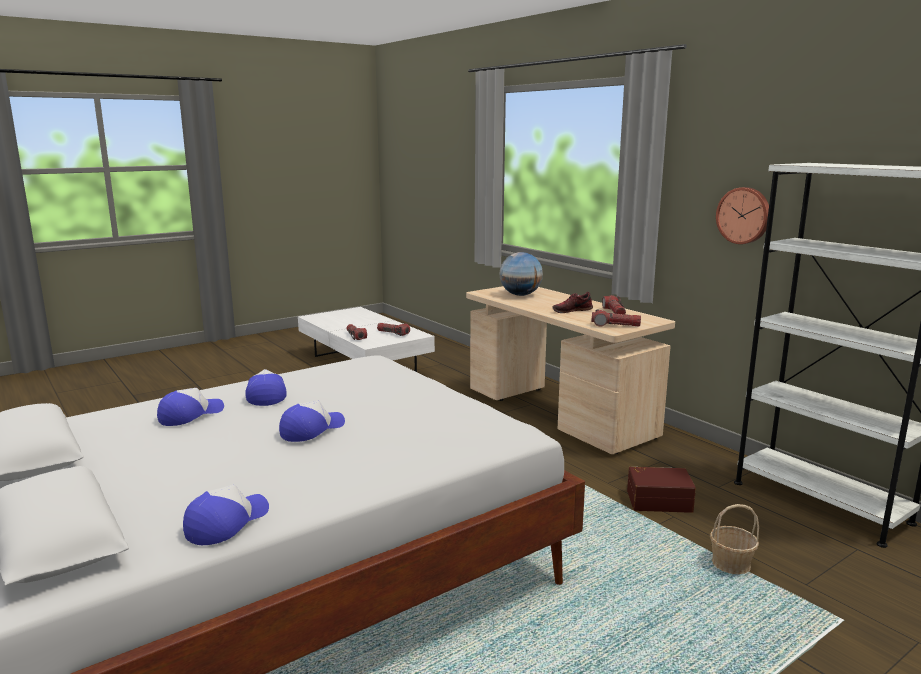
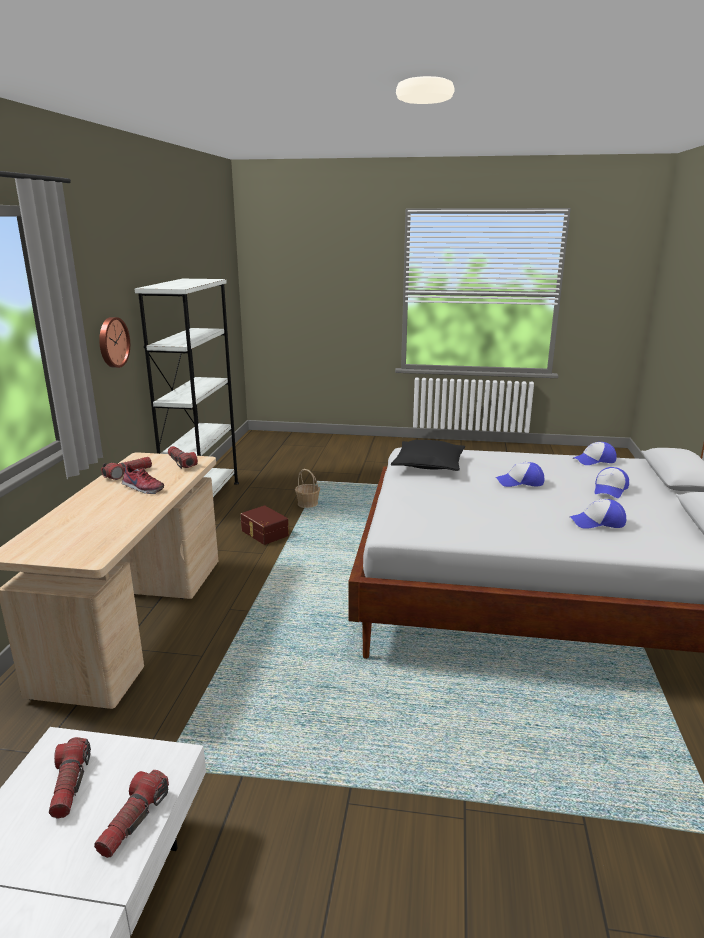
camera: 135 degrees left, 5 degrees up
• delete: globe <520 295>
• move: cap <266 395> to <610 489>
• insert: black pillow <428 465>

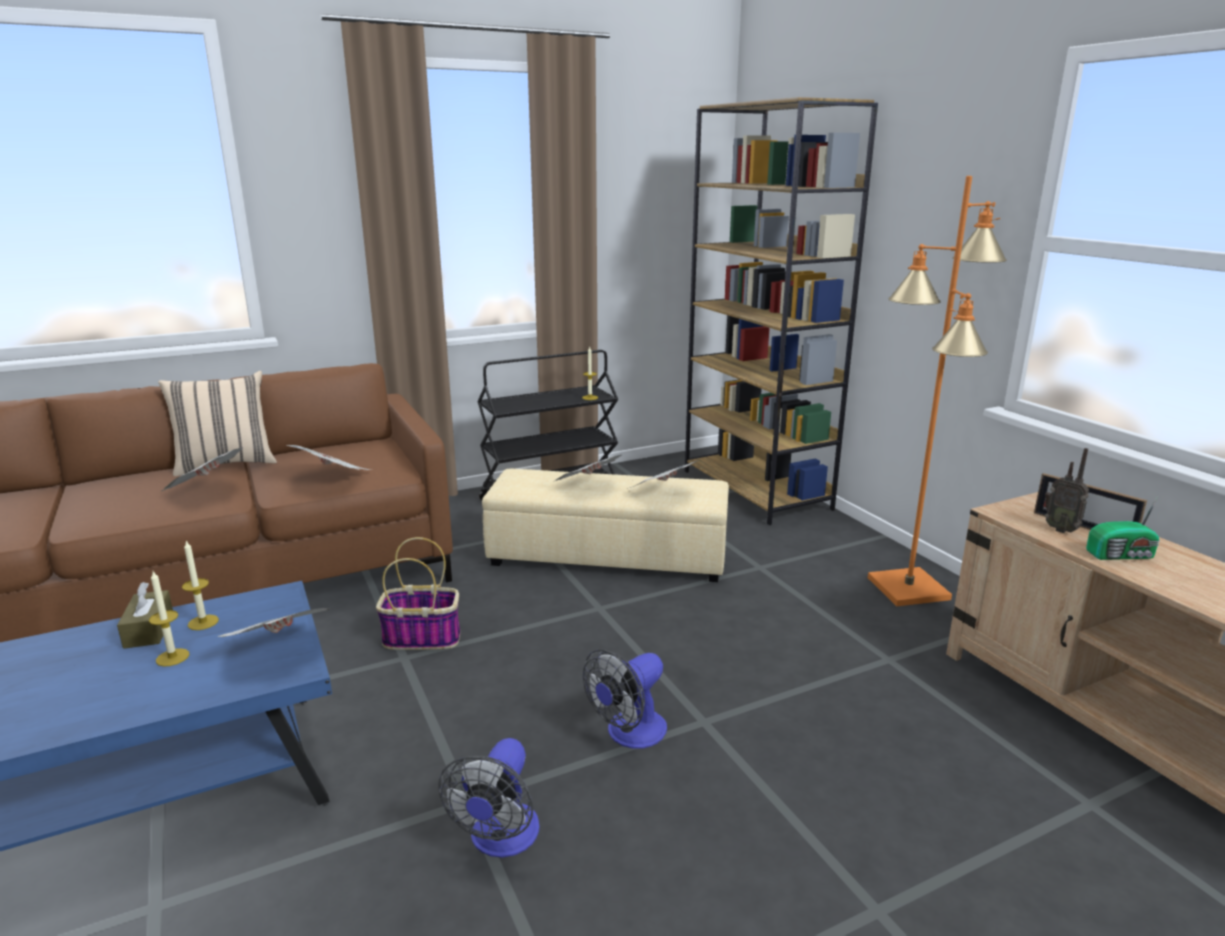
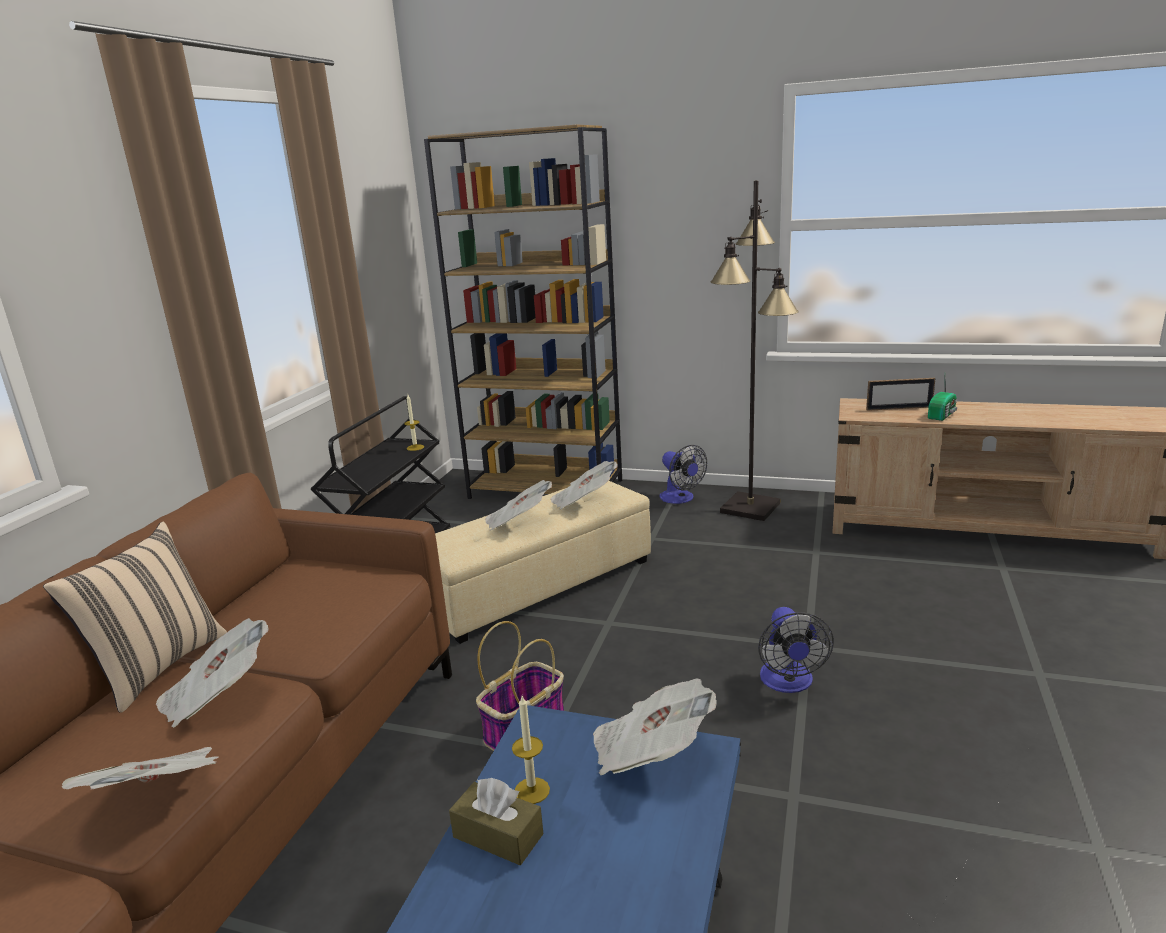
camera: 45 degrees left, 0 degrees up
• recolor: orange floor lamp <909 589> to black floor lamp <751 507>
• move: newspaper <332 477> to <160 796>
• delete: radio <1060 529>
• delete: candle <172 657>
• move: fan <500 840> to <680 499>

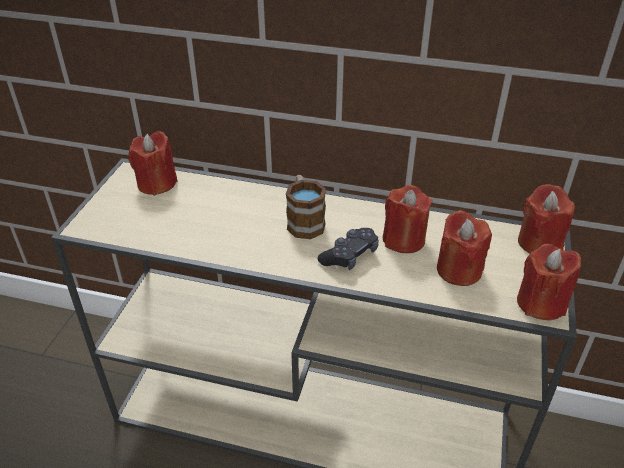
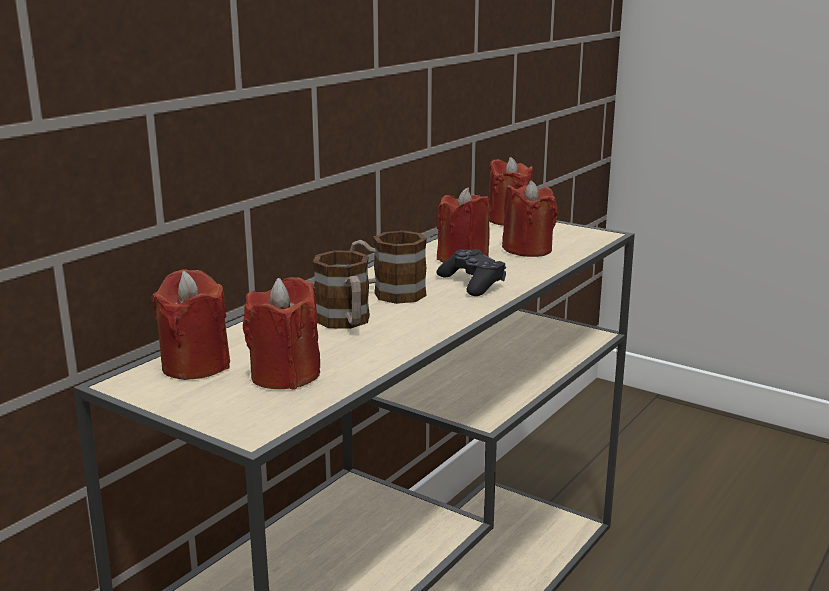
camera: 70 degrees left, 20 degrees down
• move: red candle <541 303> to <285 375>
• insert: mug <346 323>

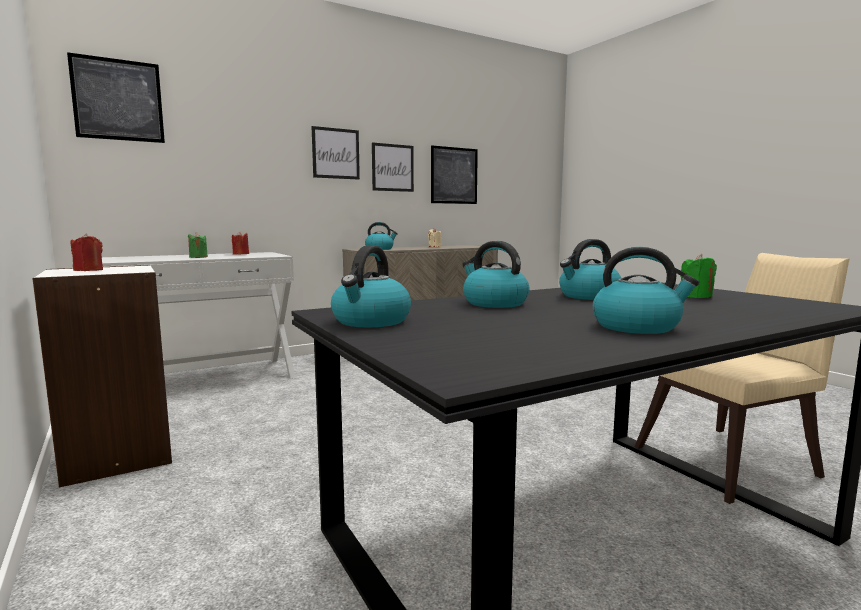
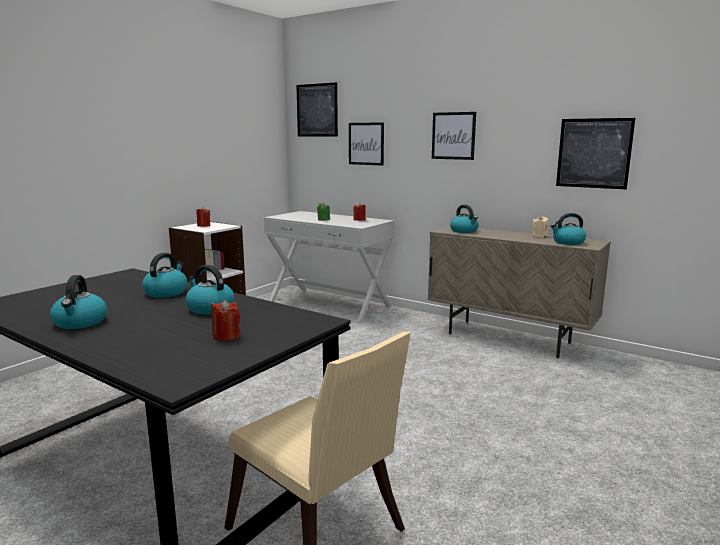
camera: 65 degrees right, 5 degrees up
• move: picture <392 167> to <366 143>
• move: kettle <371 321> to <568 242>
• recolor: green candle <696 296> to red candle <226 336>

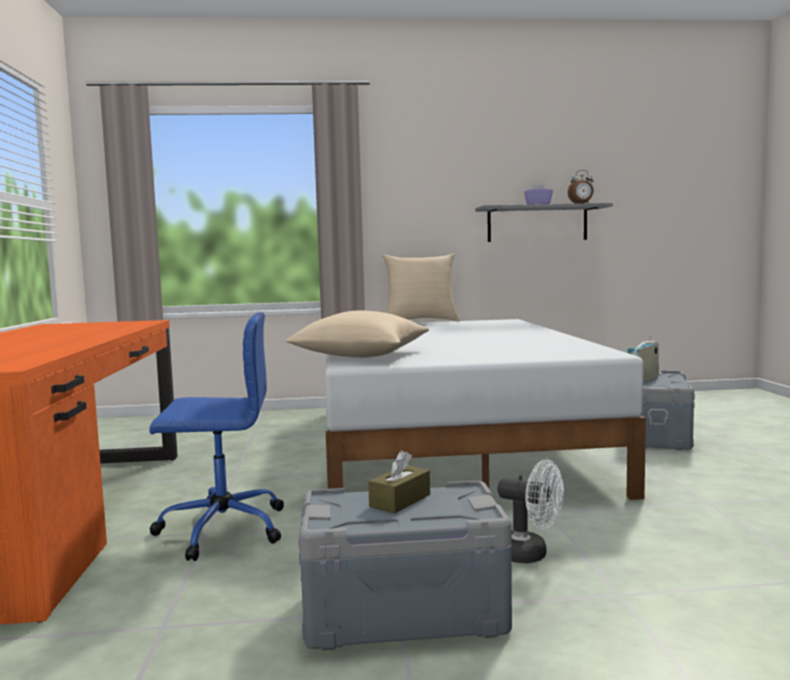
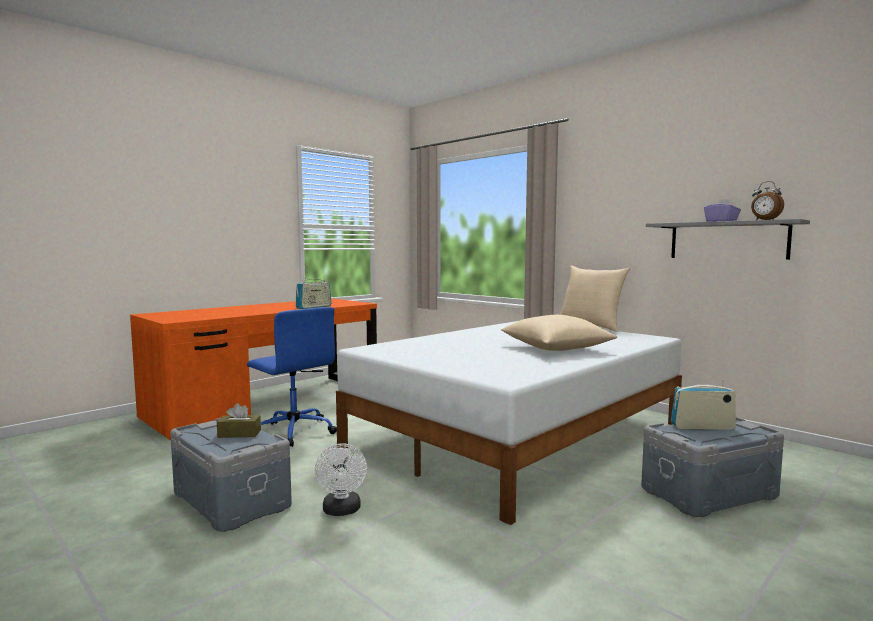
camera: 50 degrees right, 0 degrees up
• move: beige pillow <361 356> to <556 348>
• insert: radio <314 307>

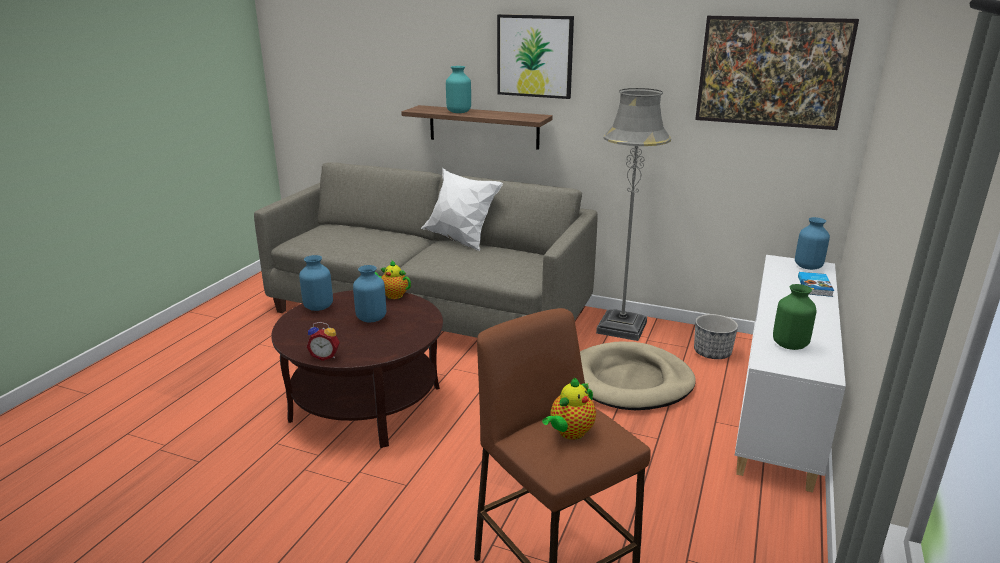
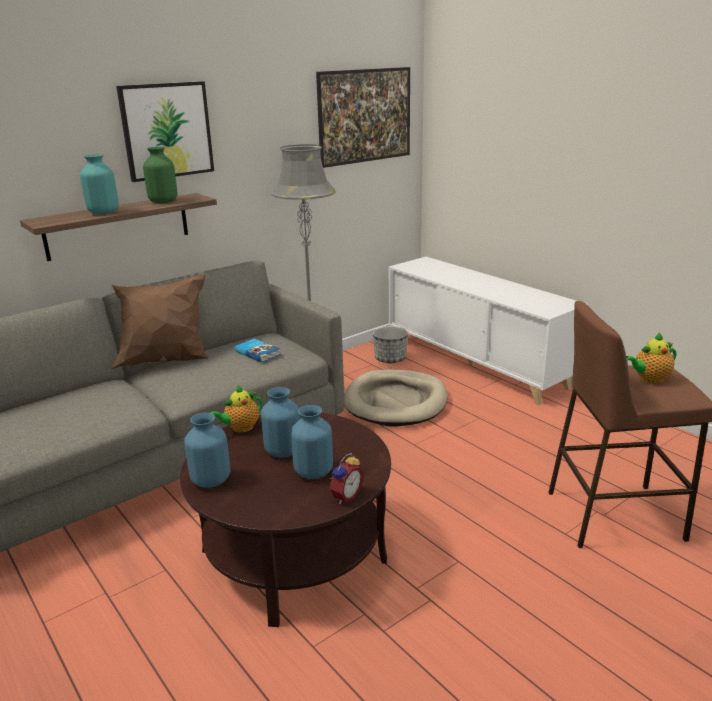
camera: 60 degrees left, 0 degrees up
• recolor: white pillow <460 241> to brown pillow <166 361>
• move: blue vase <808 267> to <314 472>
• move: book <815 286> to <258 352>
• move: green vase <790 344> to <163 201>
• rotate: teapot <570 433> = <649 379> 90 degrees clockwise

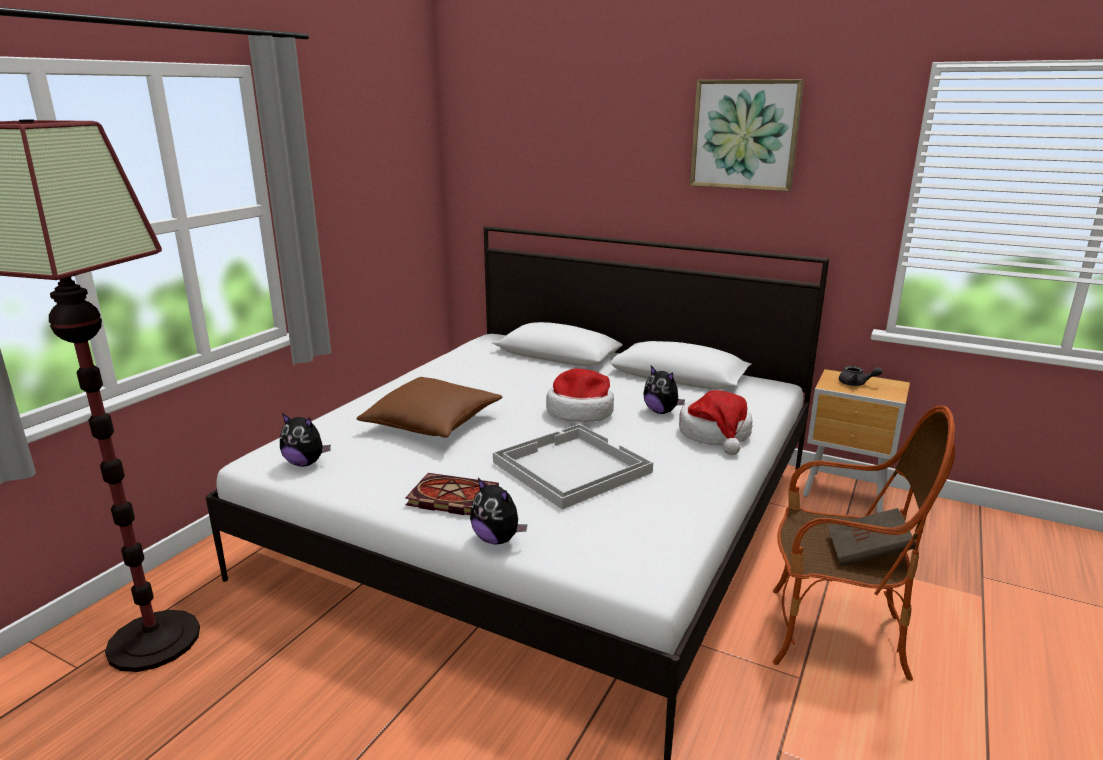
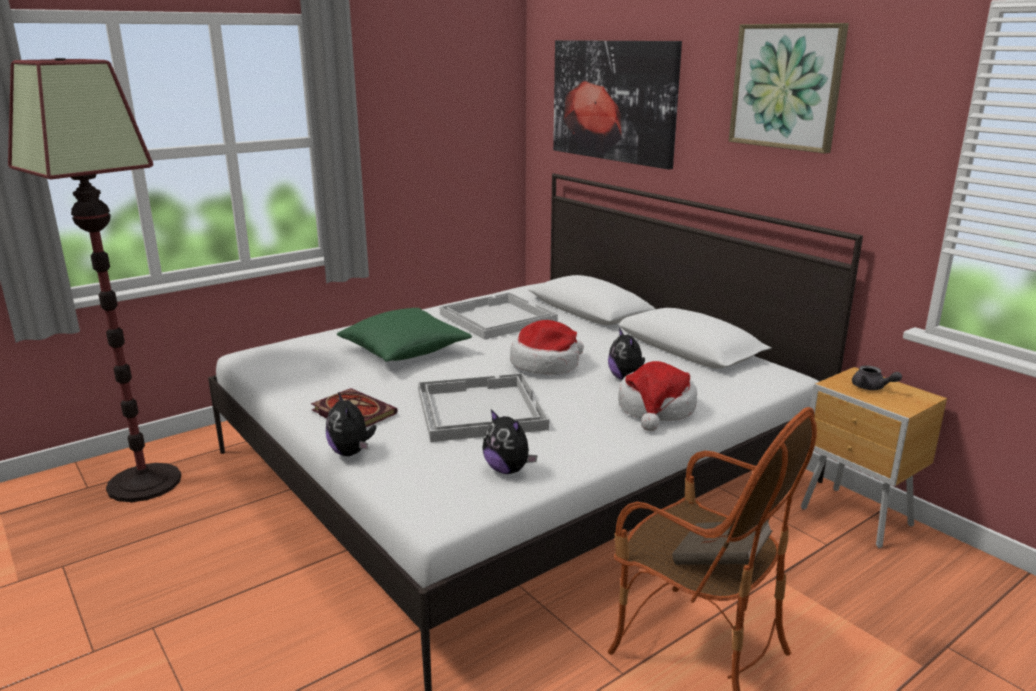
camera: 25 degrees right, 0 degrees up
• recolor: brown pillow <432 423> to green pillow <404 351>
• move: plush toy <305 463> to <508 470>
• insert: picture <613 101>
• insert: white tray <496 318>

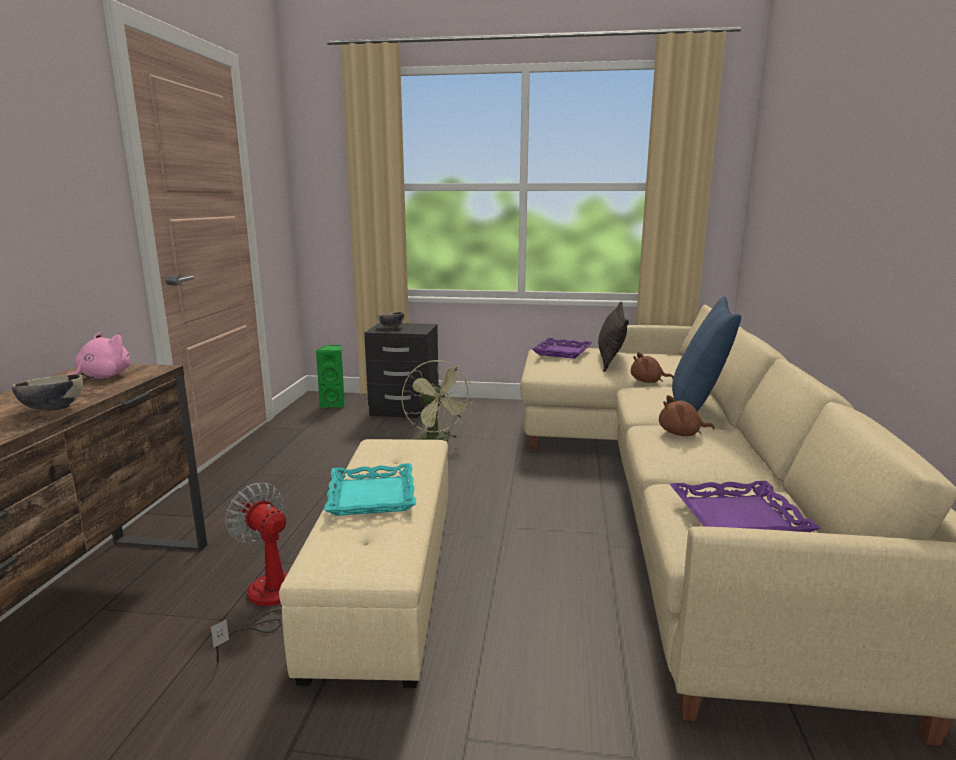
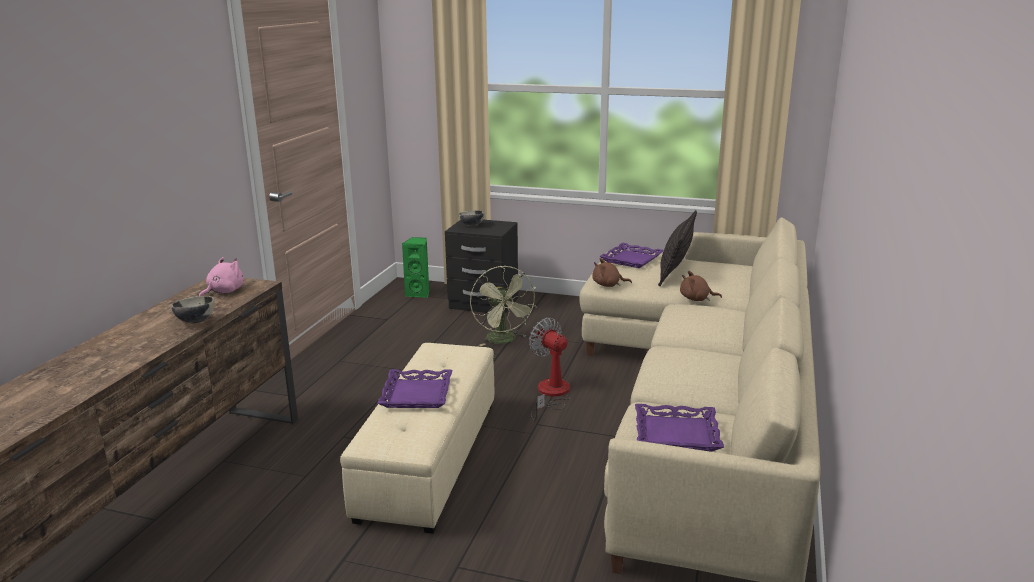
camera: 10 degrees right, 5 degrees up
• delete: blue pillow <696 407>
• move: brown plush toy <682 434> to <608 285>
• recolor: turquoise tray <371 496> to purple tray <416 394>
• move: fan <265 602> to <551 394>

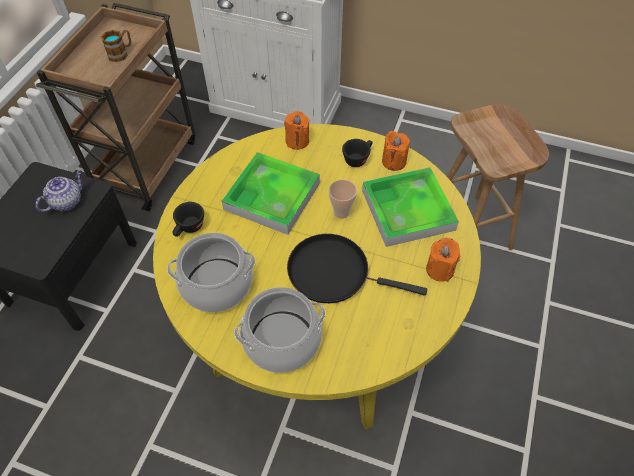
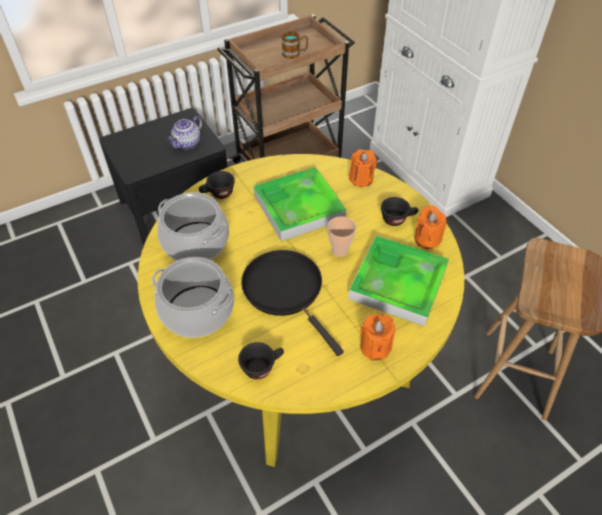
camera: 40 degrees right, 5 degrees down
• rotate: teapot <67 201> = <187 144> 135 degrees clockwise
• insert: black cup <262 366>

